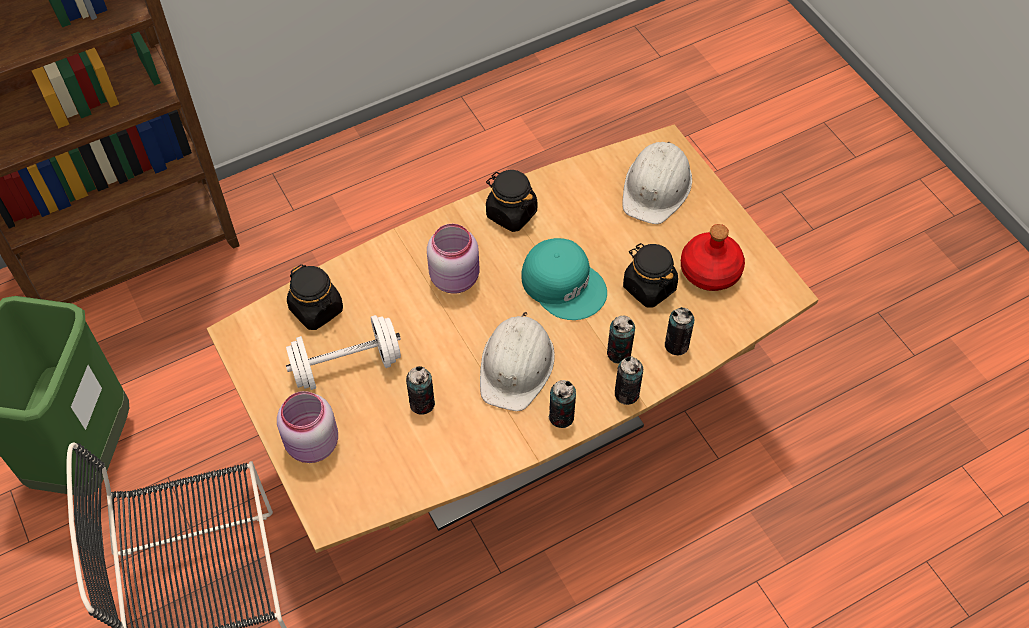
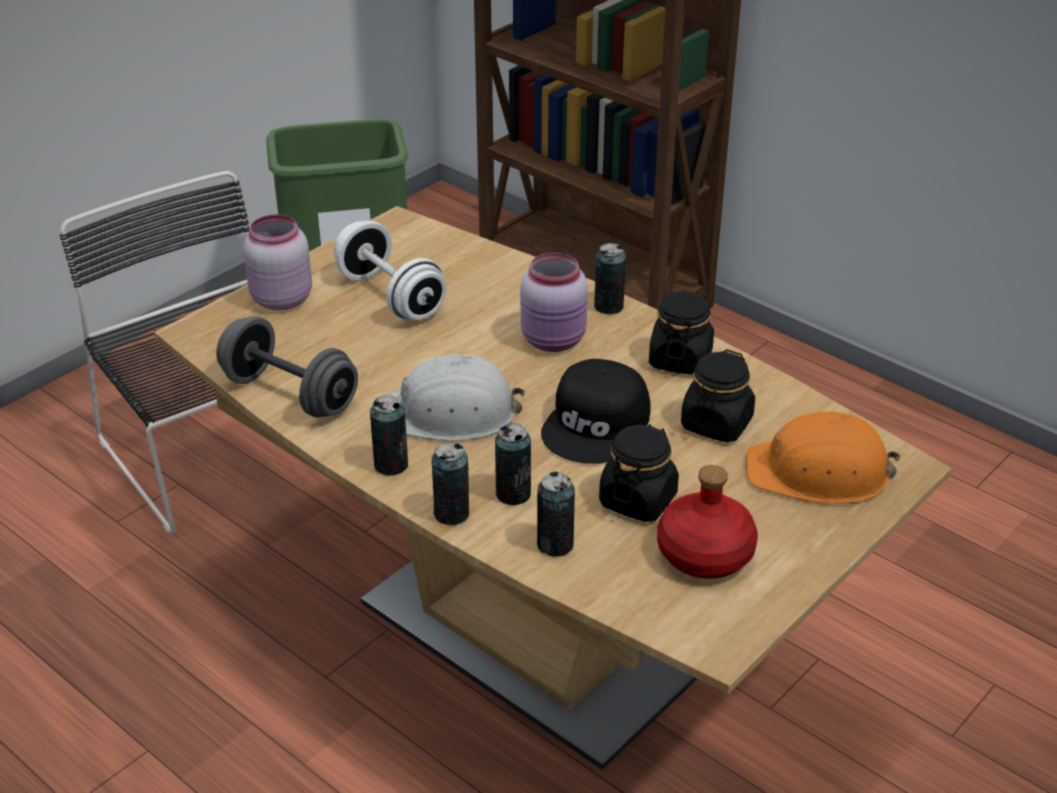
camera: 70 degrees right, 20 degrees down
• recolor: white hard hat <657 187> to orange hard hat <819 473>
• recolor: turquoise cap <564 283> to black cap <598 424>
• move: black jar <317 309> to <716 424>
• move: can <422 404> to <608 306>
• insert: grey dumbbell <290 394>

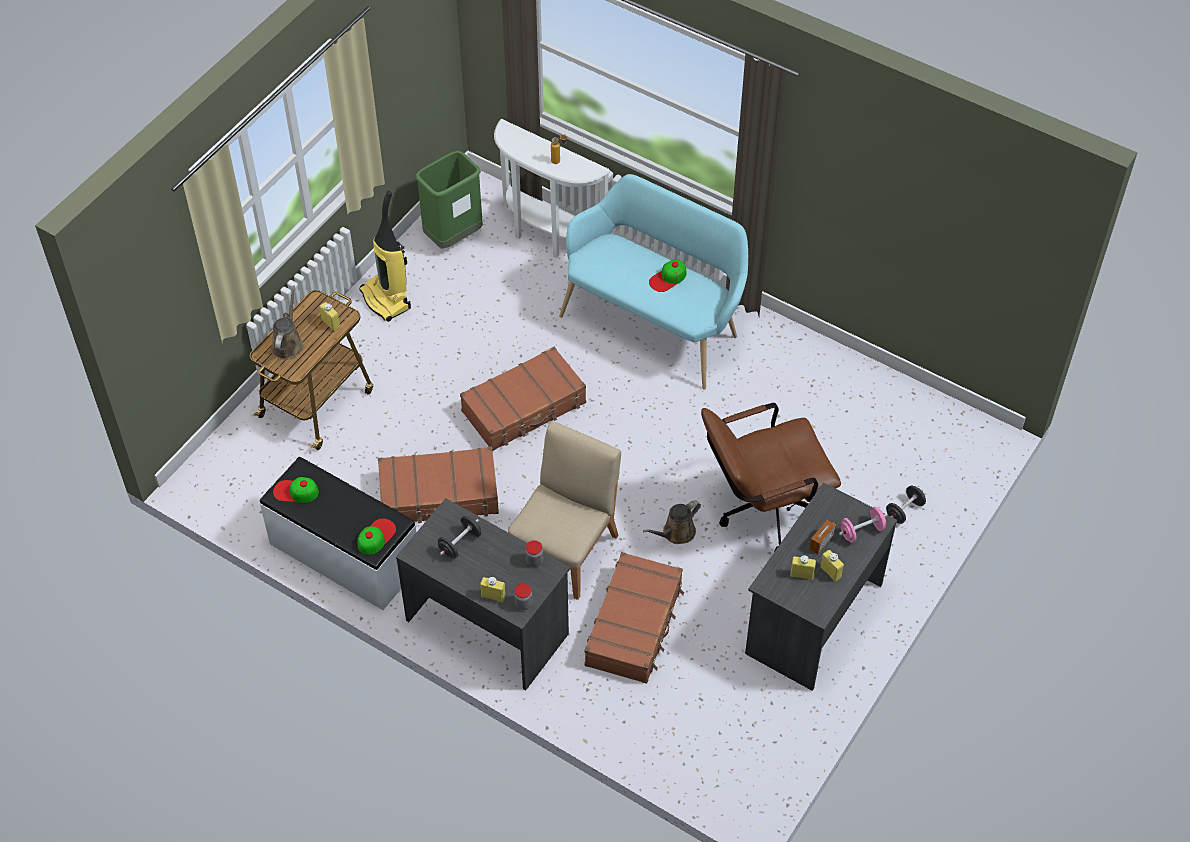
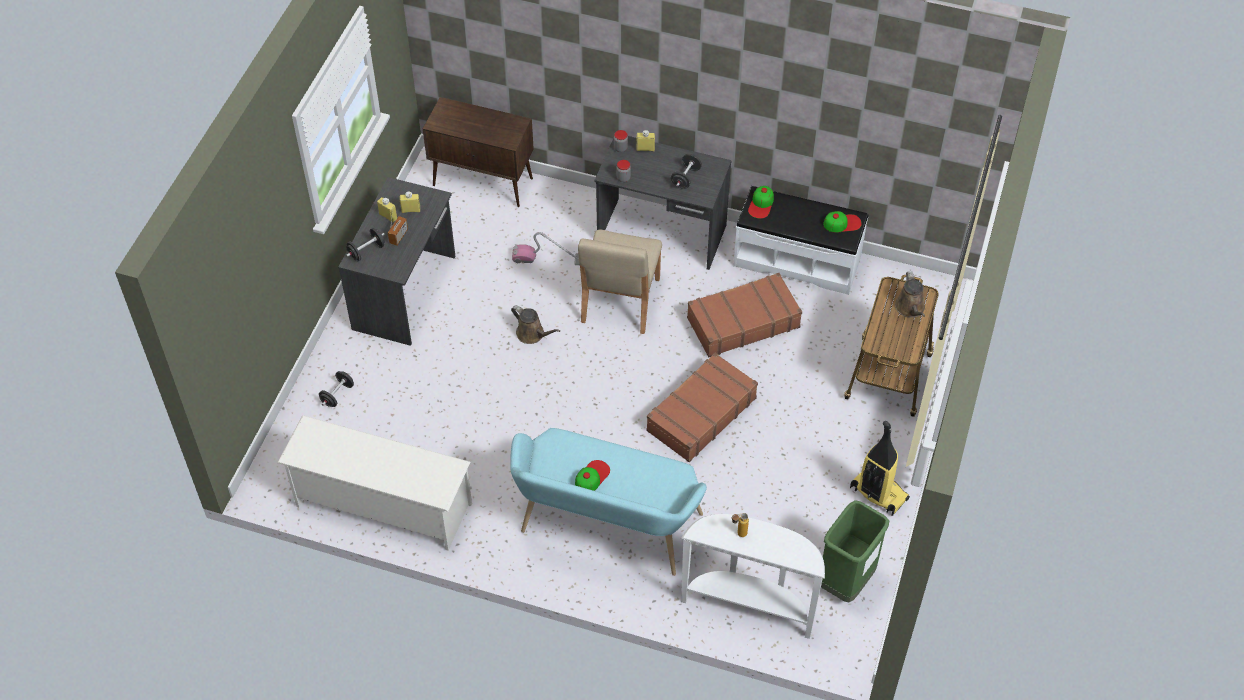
camera: 165 degrees right, 0 degrees up
• delete: yellow bottle <330 323>
• delete: brown office chair <762 511>
• rotate: brown watering can <676 533> = <532 334> 90 degrees clockwise
• recolor: pink dumbbell <861 531> to black dumbbell <366 251>
• replace: brown suitcase <635 625> to vacuum cleaner <547 258>
• insert: brown cabinet <484 182>
• insert: white shoe rack <382 505>

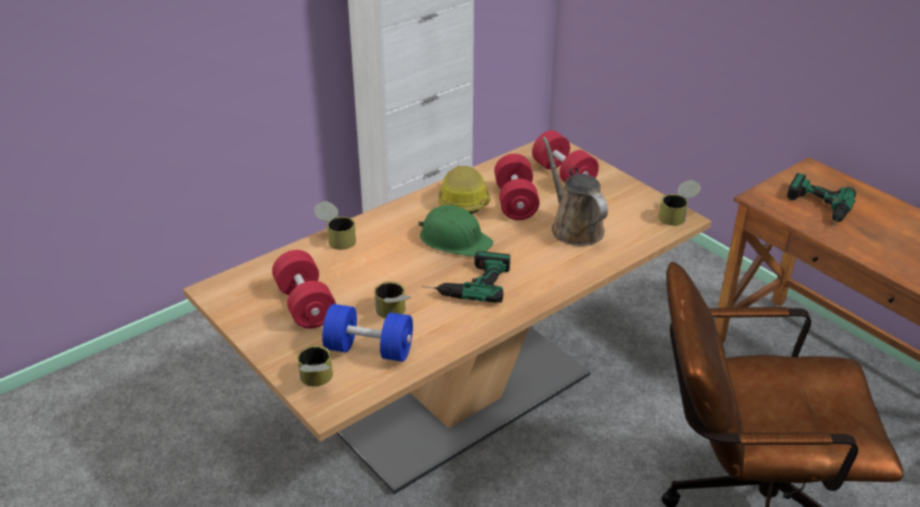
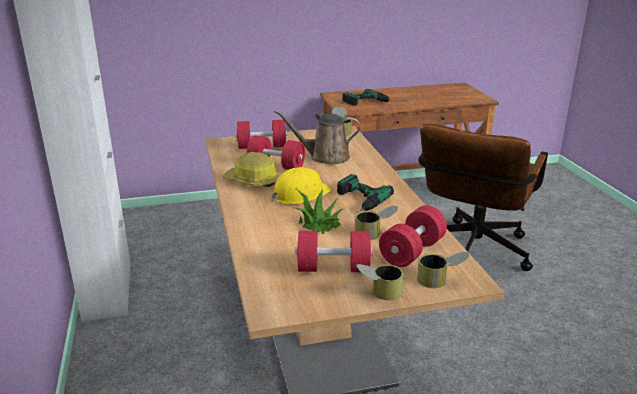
camera: 65 degrees left, 10 degrees down
• move: can <336 238> to <379 293>
• recolor: green hard hat <454 239> to yellow hard hat <300 194>
• recolor: blue dumbbell <369 349> to red dumbbell <412 252>
• insert: potted plant <319 223>

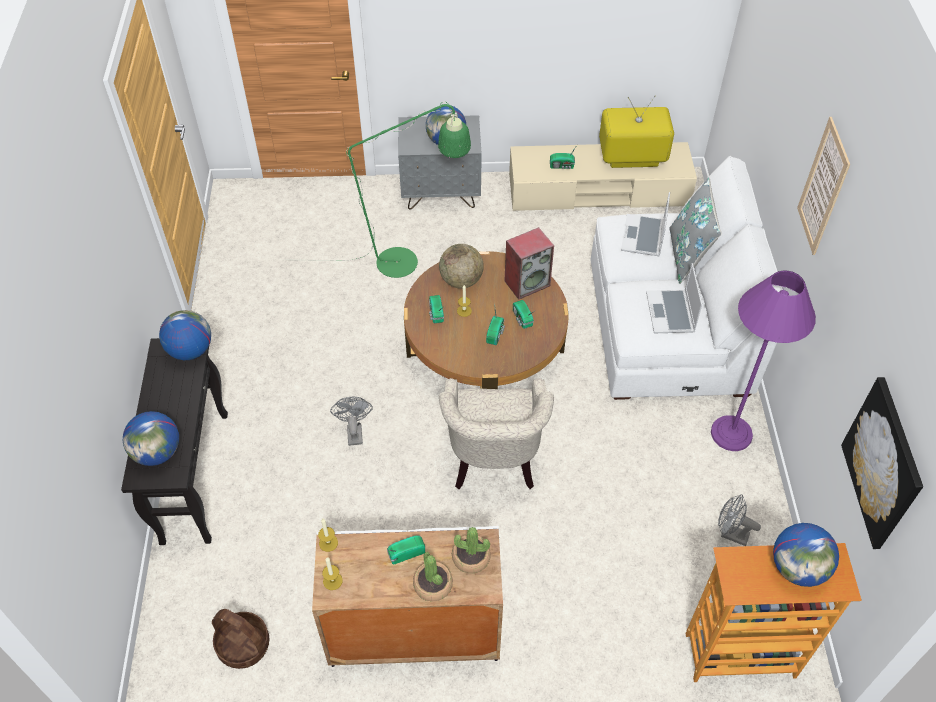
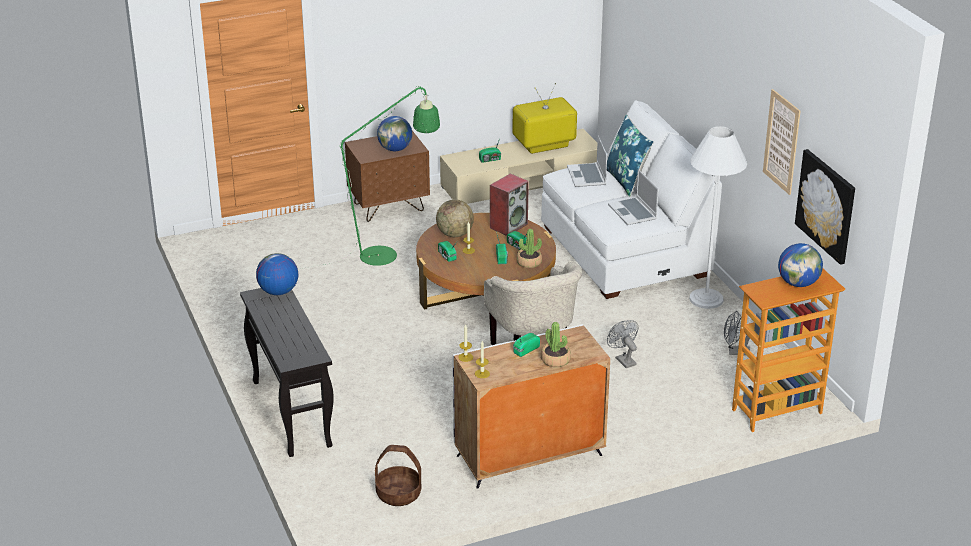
camera: 20 degrees left, 20 degrees down
• recolor: grey nightstand <441 193> to brown nightstand <389 207>
• move: picture <823 187> to <781 142>
• recolor: grey pillow <688 255> to blue pillow <626 180>
• recolor: purple floor lamp <731 433> to white floor lamp <706 299>
• move: grey fan <354 431> to <623 360>
• delete: globe <158 453>
• move: potted plant <471 557> to <529 262>

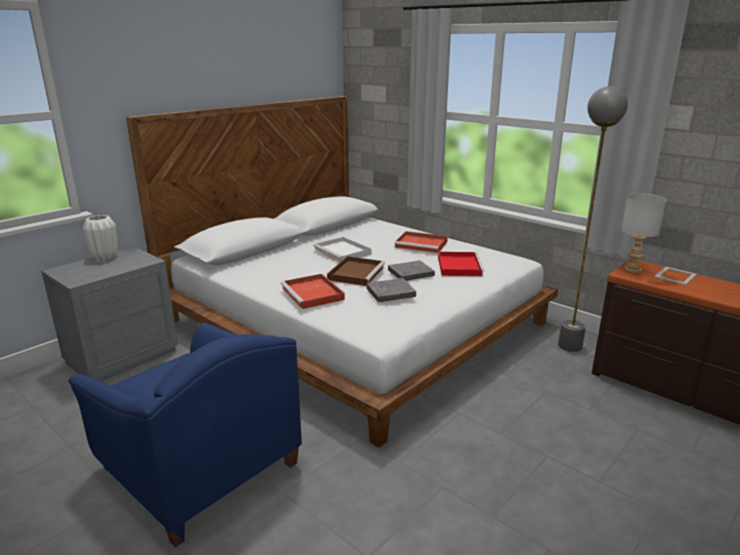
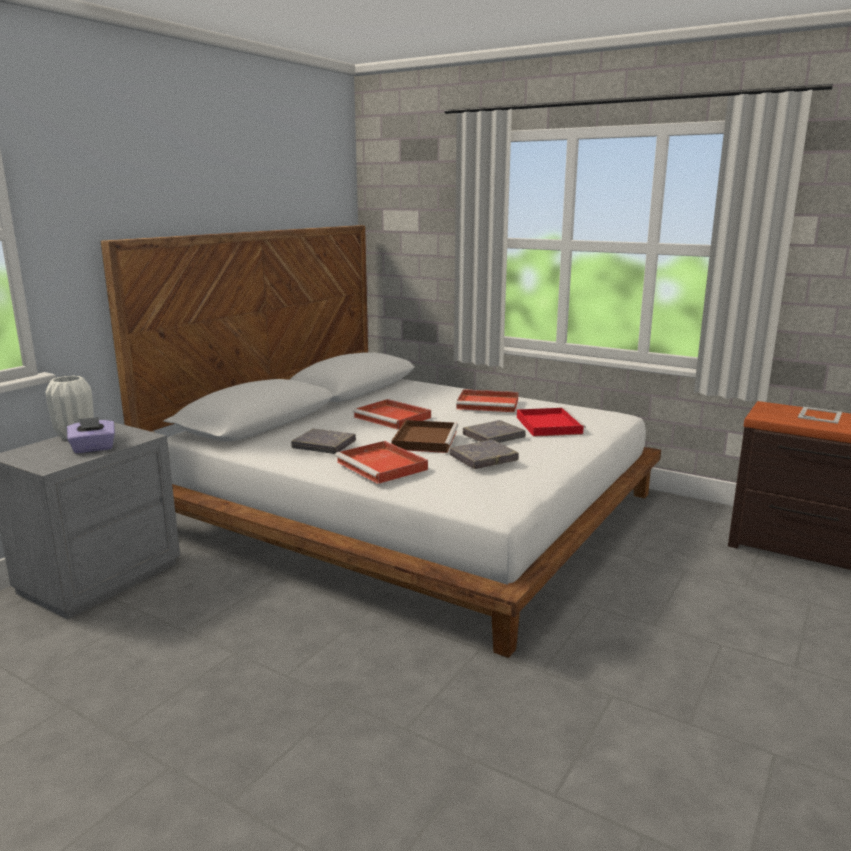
camera: 10 degrees left, 5 degrees down
• delete: grey floor lamp <570 346>
• delete: grey table lamp <633 270>
• recolor: white tray <343 252> to red tray <393 417>
• delete: blue armchair <198 468>
• insert: purple tissue box <93 448>
• insert: grey book <324 445>

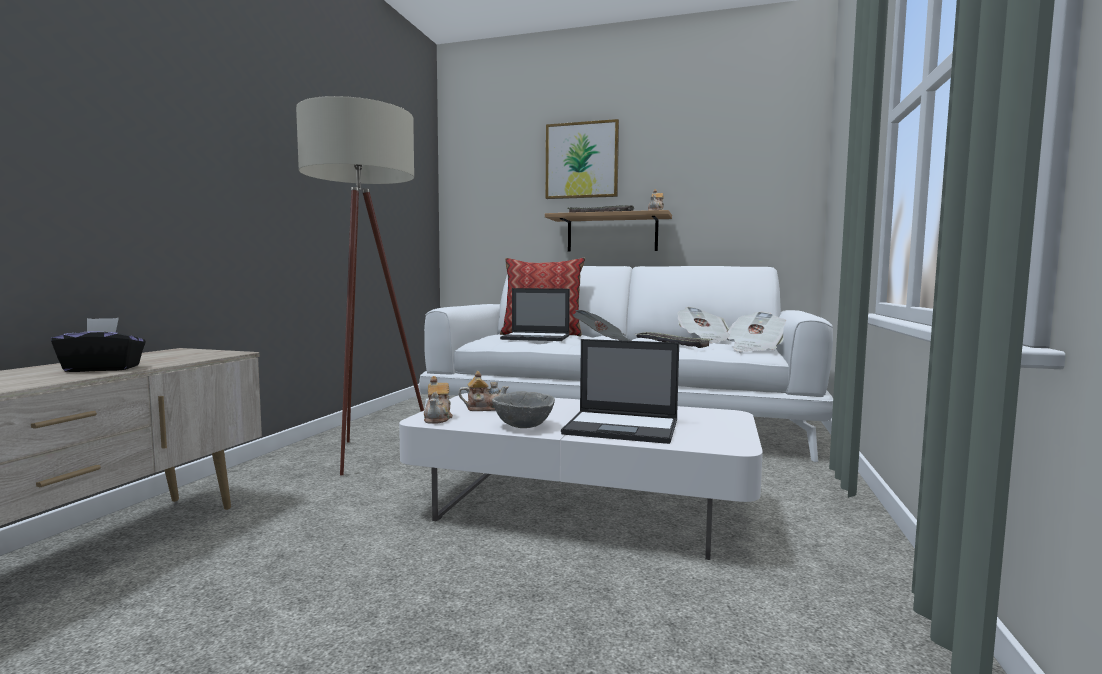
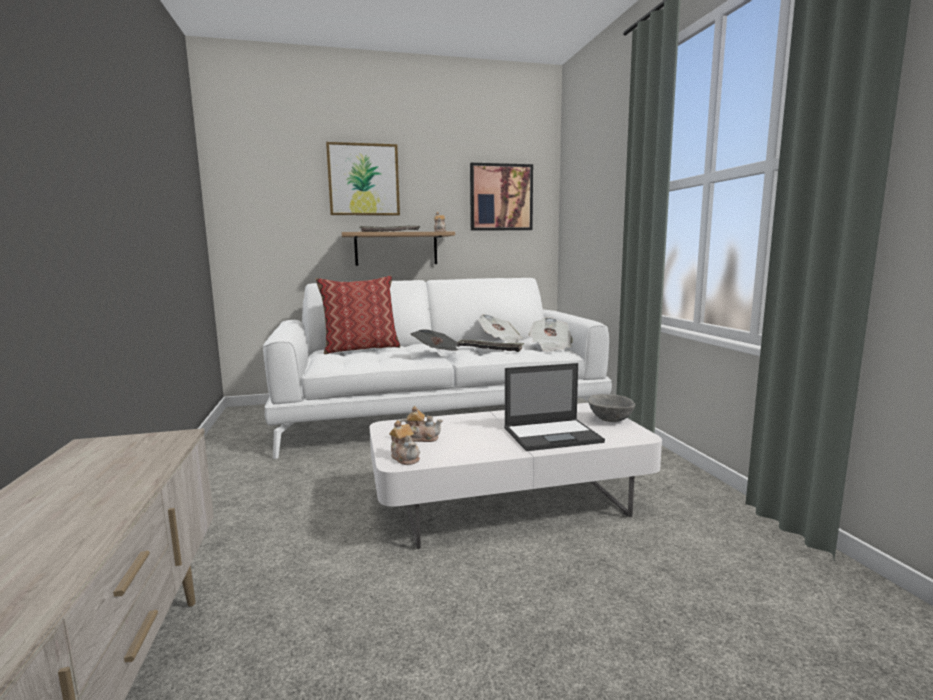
camera: 30 degrees left, 5 degrees up
• delete: beige floor lamp <367 458>
• delete: laptop <537 337>
• delete: black tissue box <103 369>
• rotate: teapot <484 408> = <421 438> 45 degrees clockwise
• move: grey bowl <524 426> to <610 420>
• insert: picture <501 197>

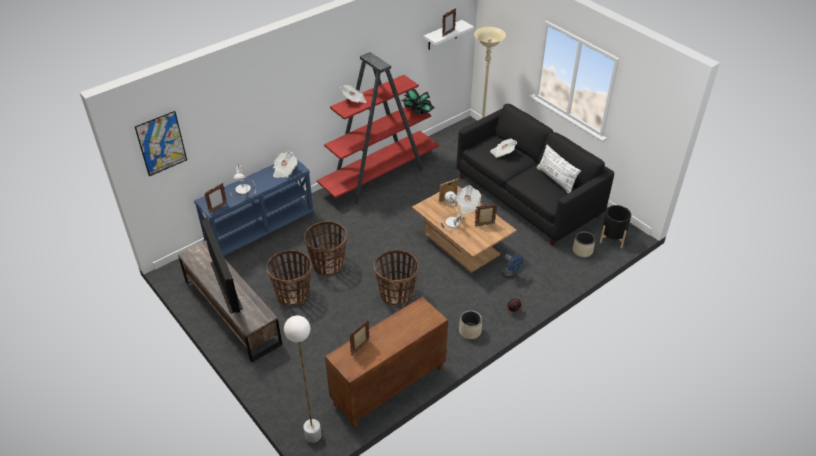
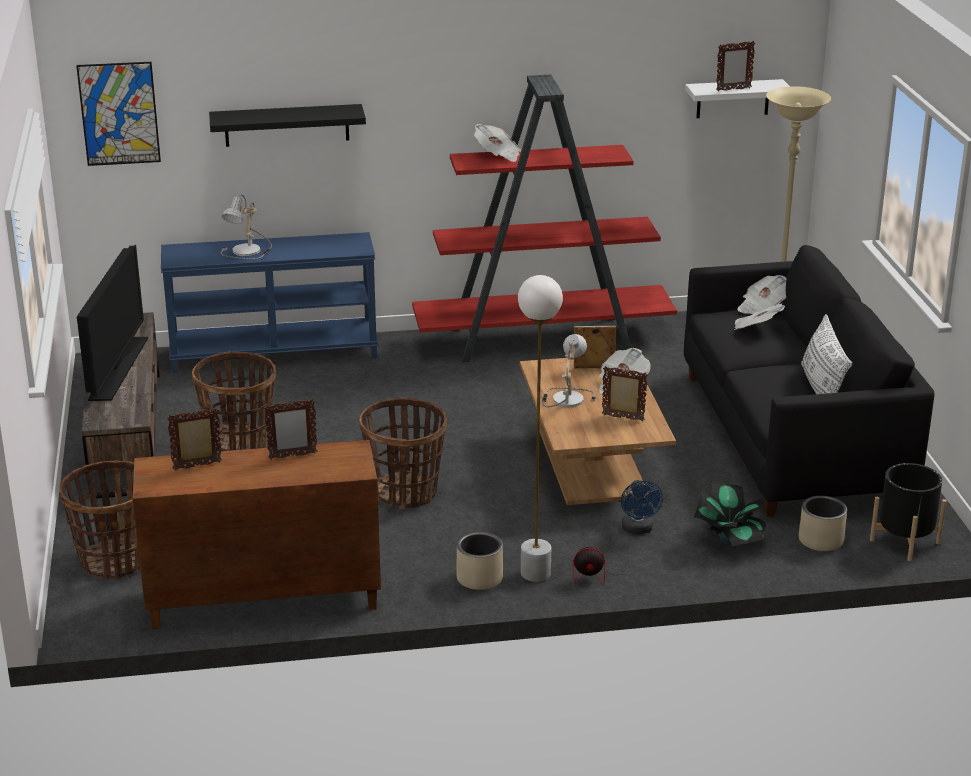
camera: 30 degrees right, 15 degrees down
• move: potted plant <417 112> to <729 539>
• move: newspaper <284 171> to <762 308>
• move: picture frame <218 208> to <292 456>
• move: basket <328 265> to <115 560>
• move: white floor lamp <313 435> to <535 573>
• insert: black shelf <286 125>

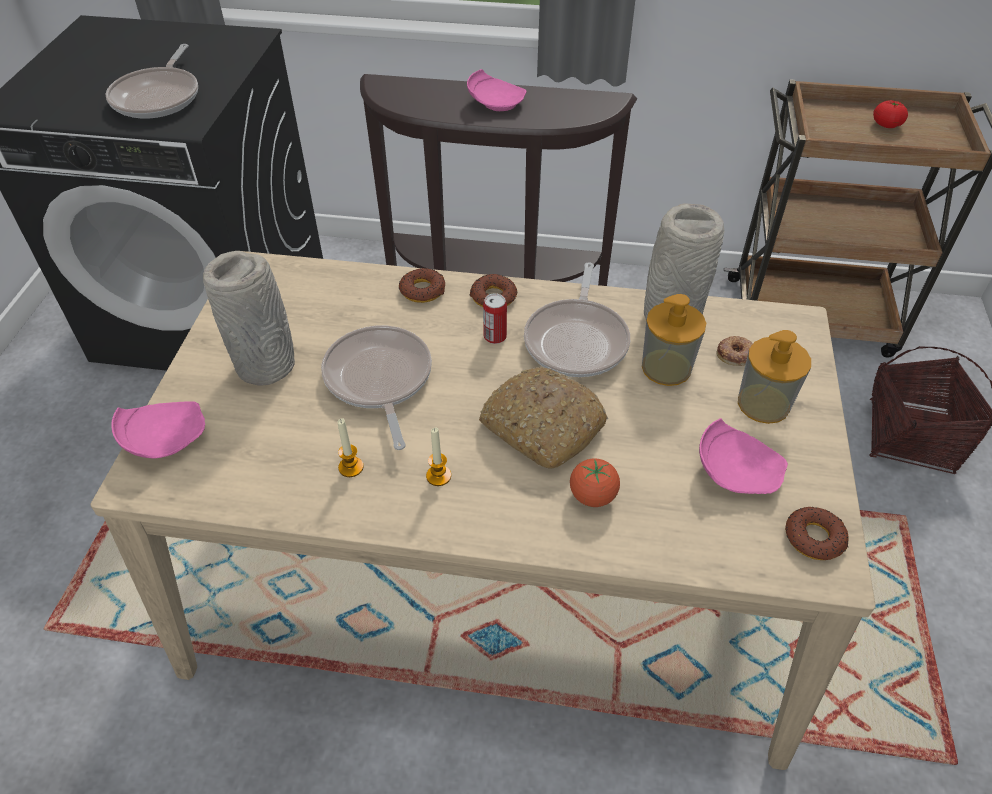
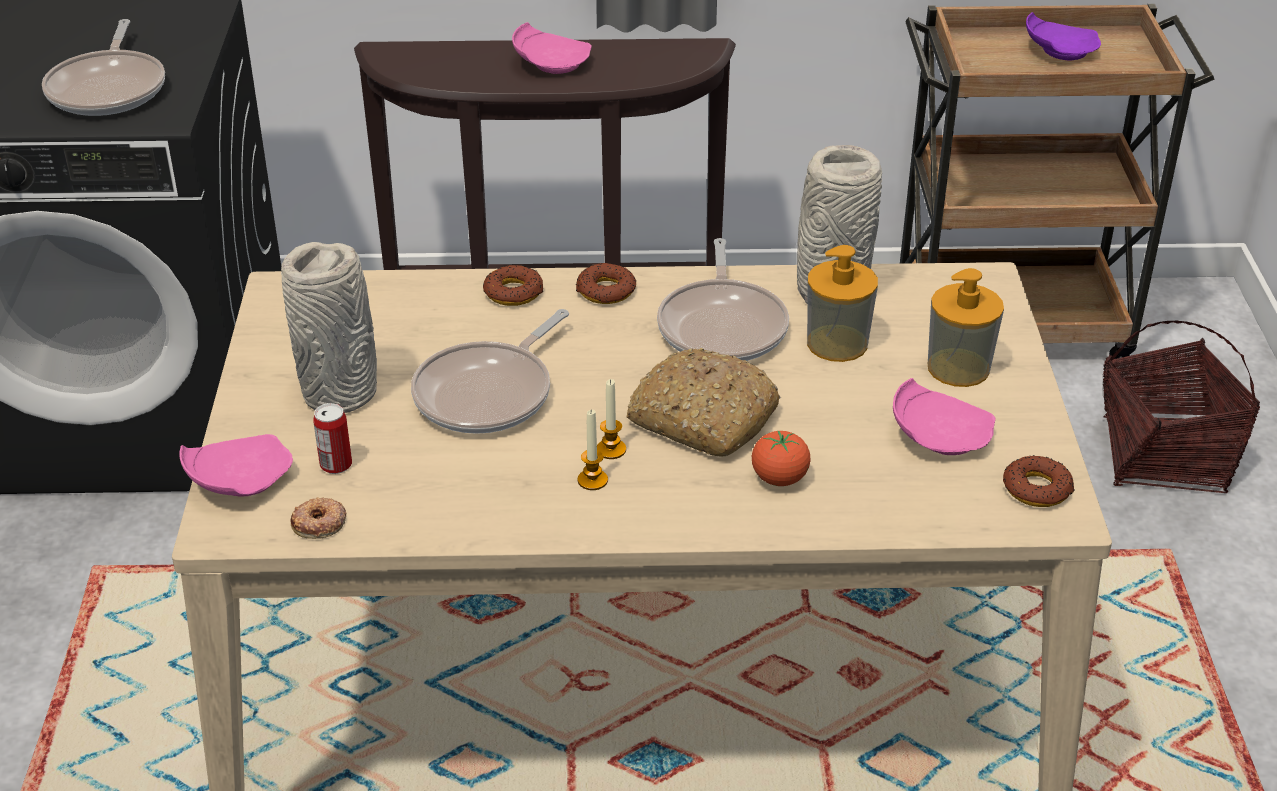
camera: 10 degrees left, 10 degrees down
• replace: tomato <886 124> to purple plate <1058 51>
• move: can <495 337> to <336 465>
• rotate: frying pan <379 380> = <489 393> 120 degrees counterclockwise
• move: donut <735 354> to <319 523>
• move: candle <351 467> to <611 450>

